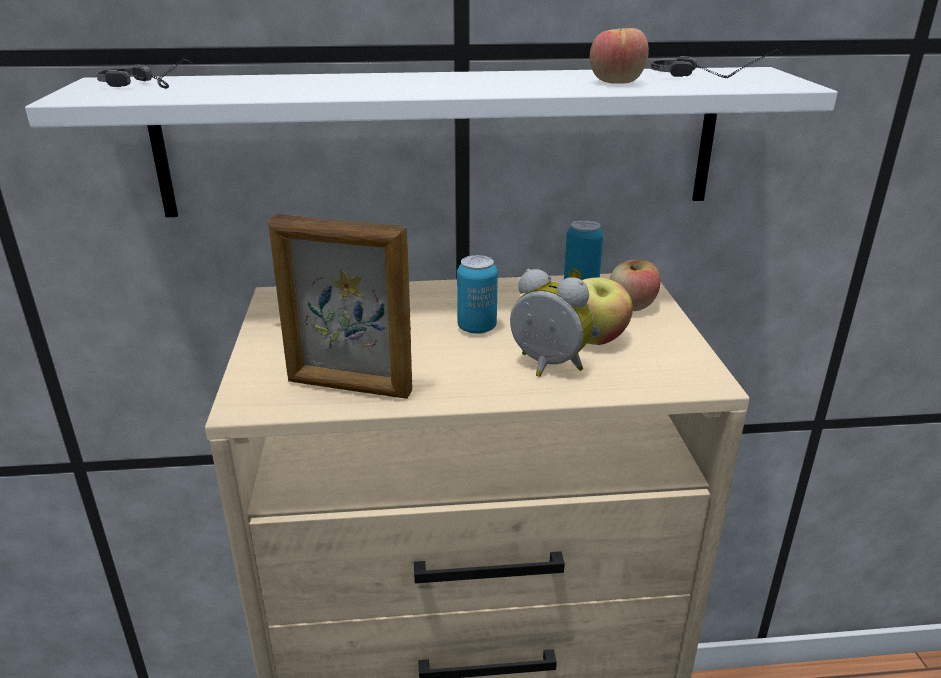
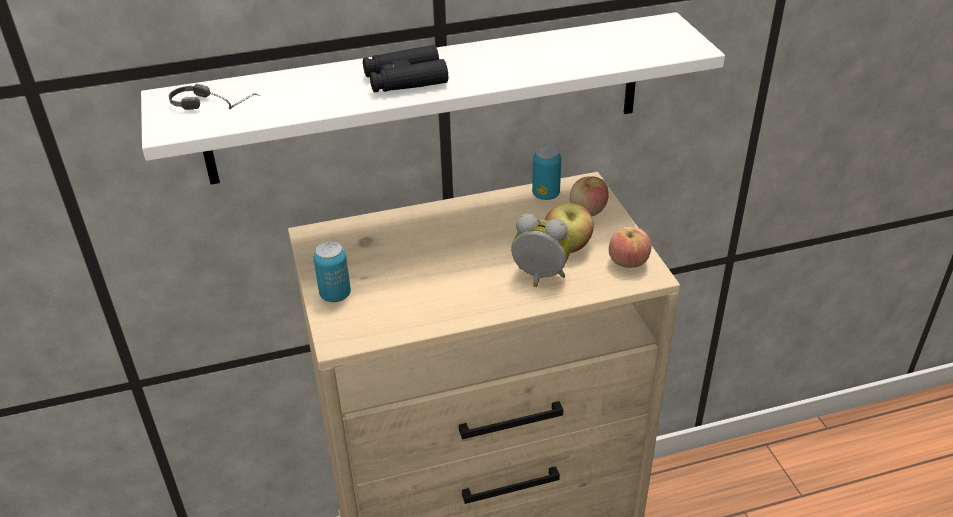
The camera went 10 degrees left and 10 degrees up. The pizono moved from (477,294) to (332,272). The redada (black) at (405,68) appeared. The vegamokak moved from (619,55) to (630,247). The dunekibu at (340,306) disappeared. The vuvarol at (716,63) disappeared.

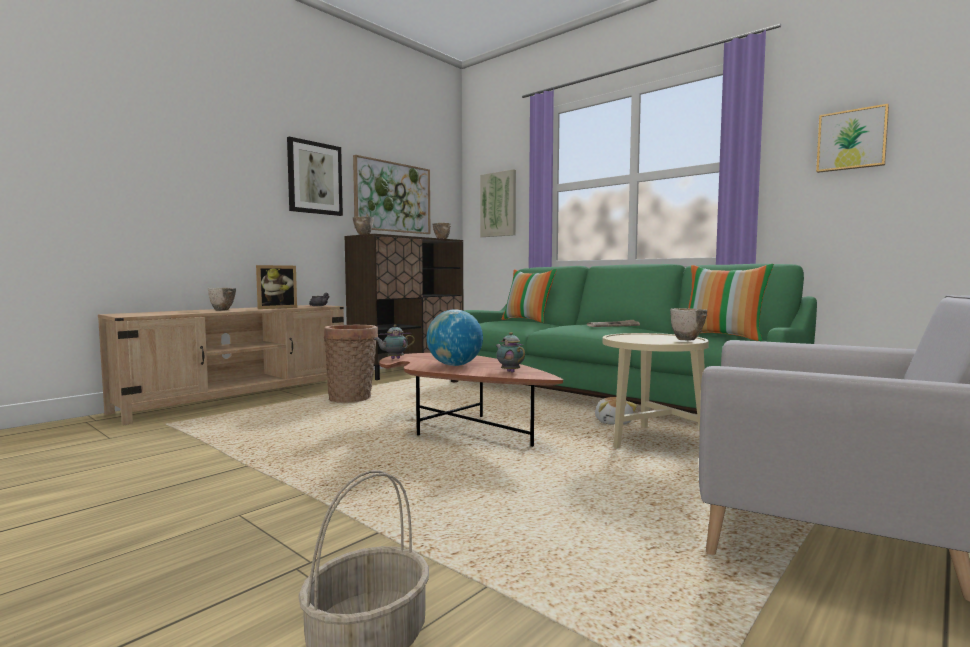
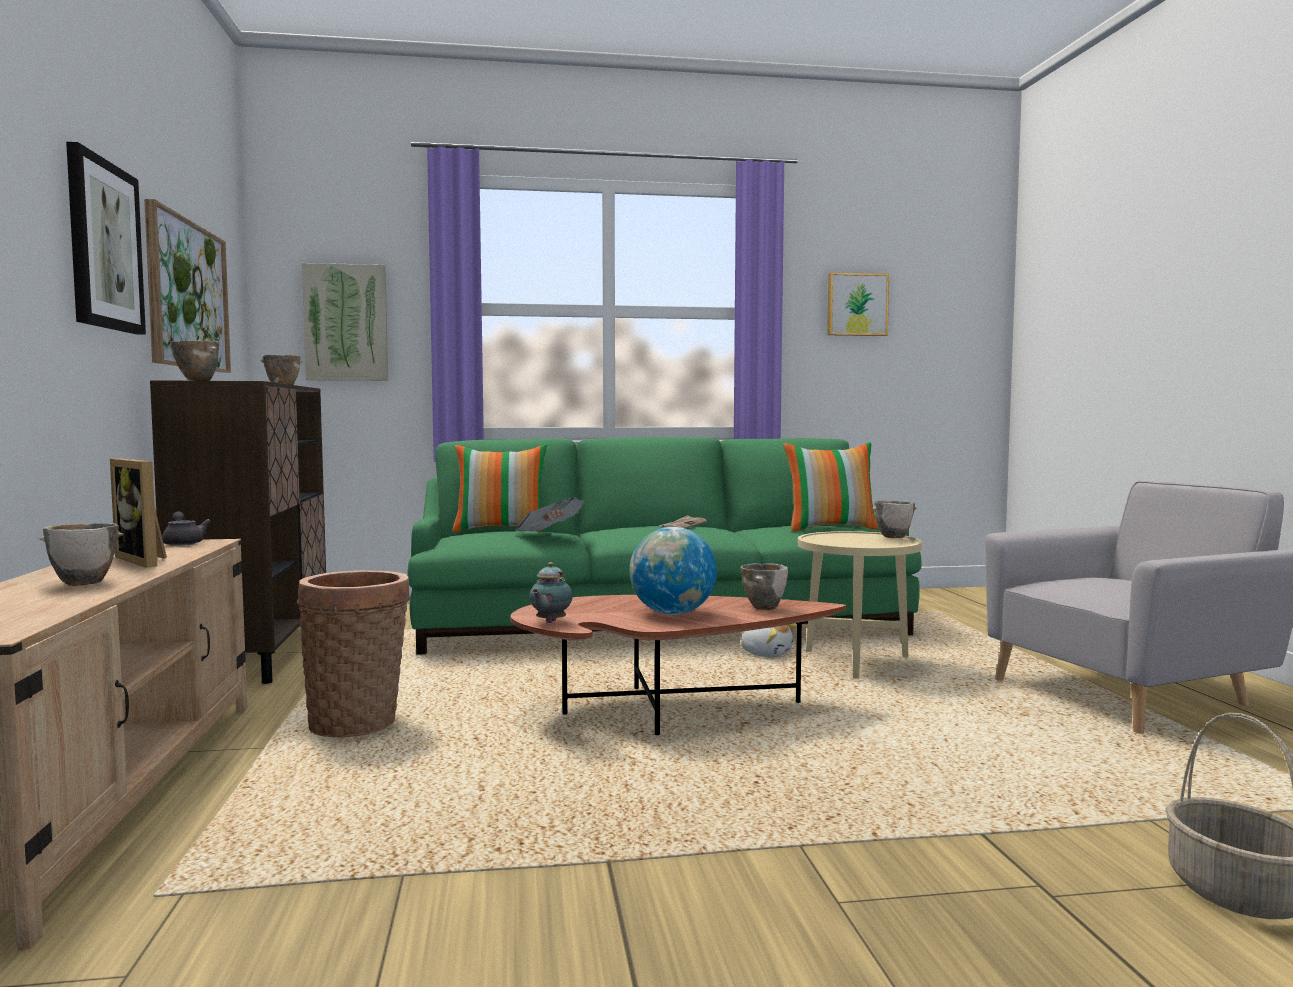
The camera went 50 degrees left and 0 degrees up. The dunekibu at (276,287) turned 135 degrees clockwise. The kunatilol at (550,515) appeared. The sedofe at (510,352) was replaced by the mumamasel at (764,586).

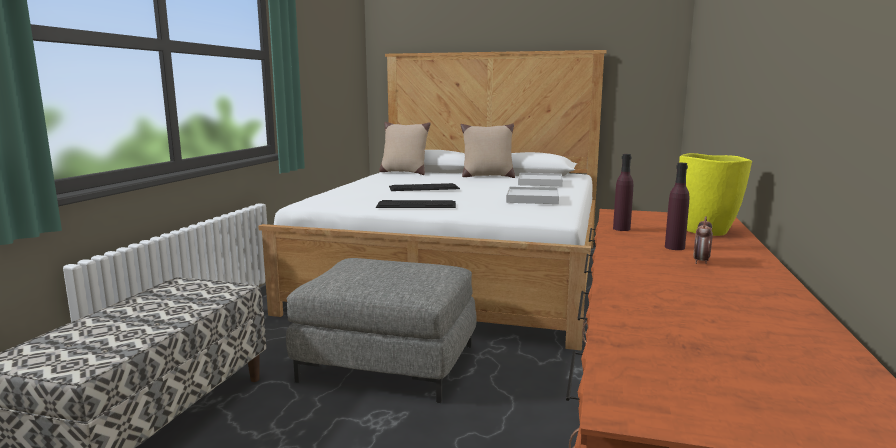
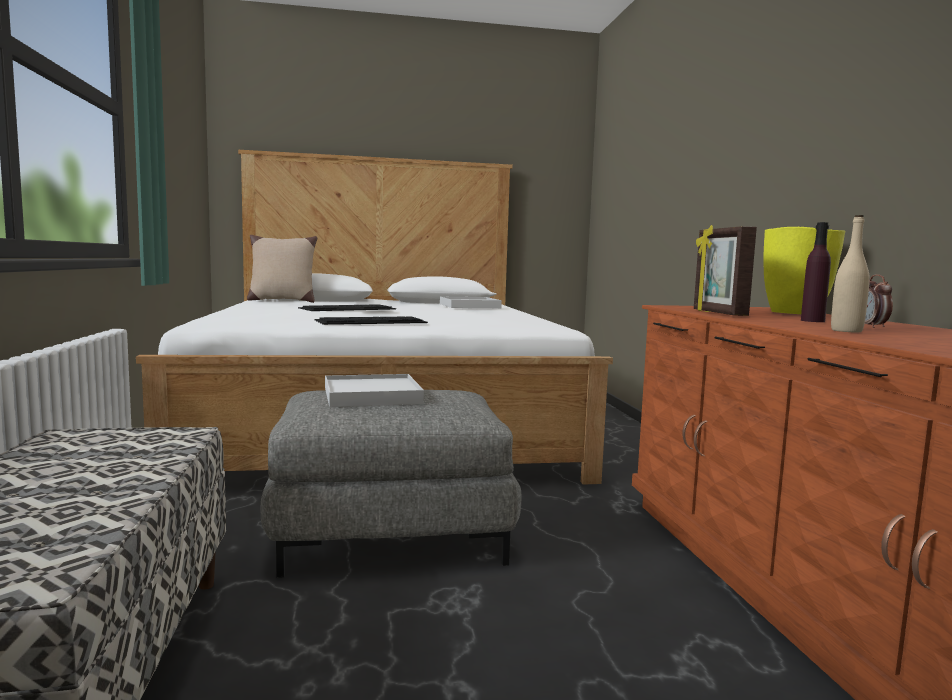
The camera went 25 degrees left and 5 degrees down. The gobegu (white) moved from (532,195) to (374,390). The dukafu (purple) at (623,192) was replaced by the dunekibu at (725,270). The dukafu (beige) at (850,273) appeared. The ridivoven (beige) at (488,151) disappeared.

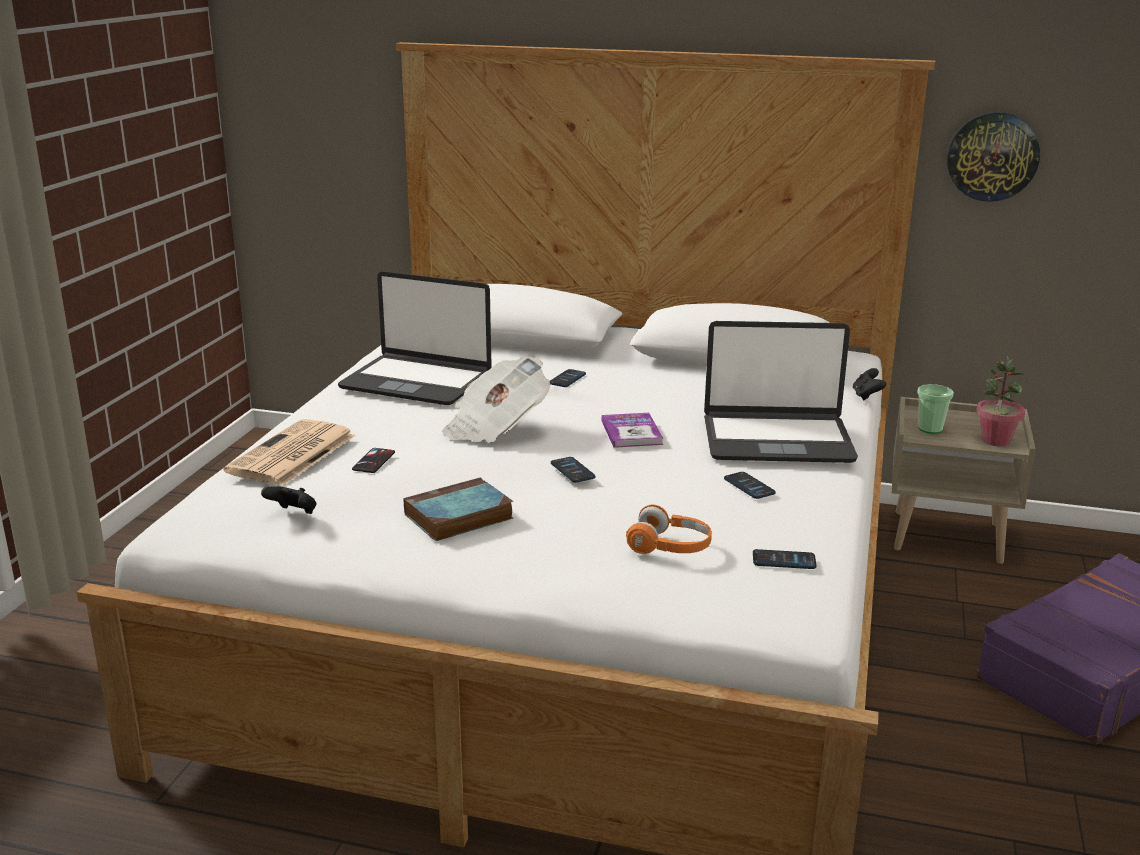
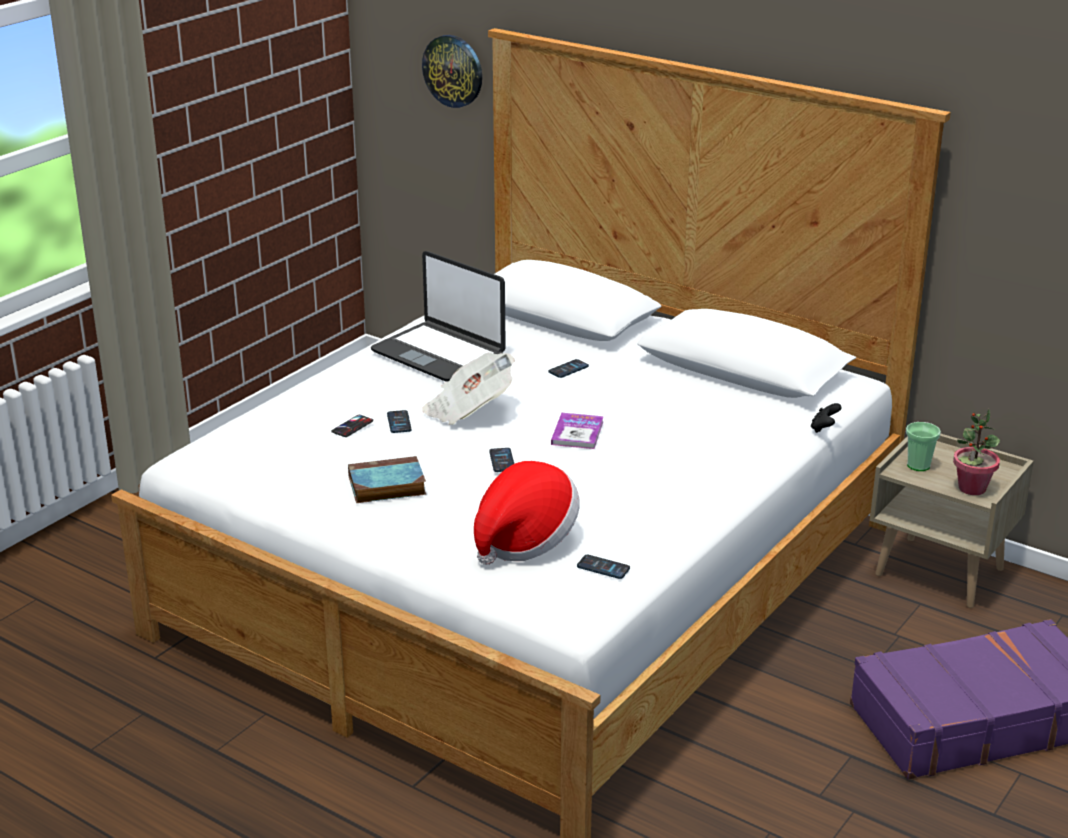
The camera went 20 degrees right and 5 degrees up. The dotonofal moved from (750,485) to (399,421). The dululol moved from (993,157) to (452,71). The vuvarol (orange) at (669,529) was replaced by the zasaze at (527,513). The kunatilol at (289,452) disappeared. The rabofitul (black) at (289,500) disappeared. The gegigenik at (781,392) disappeared.

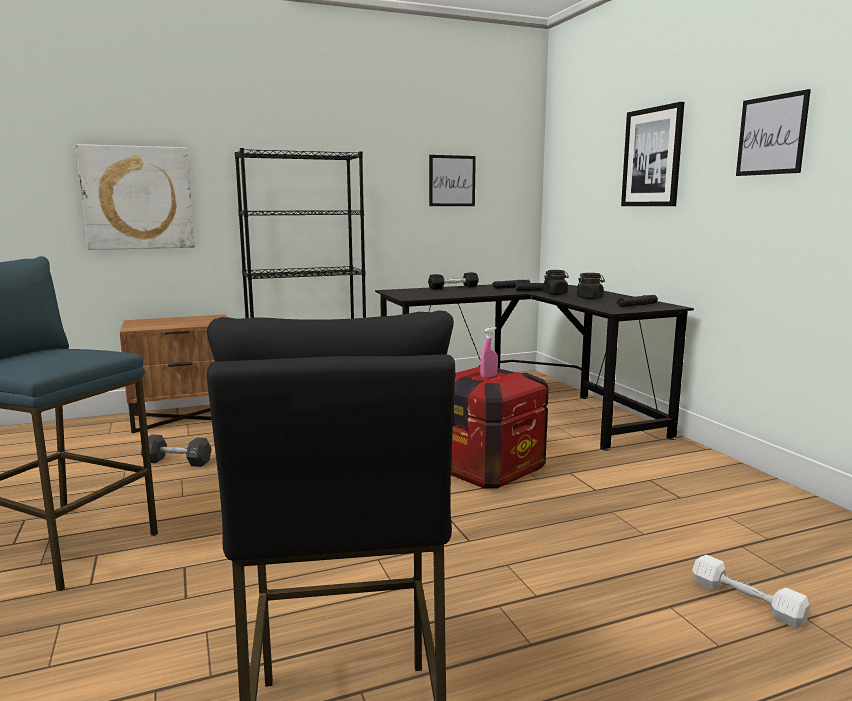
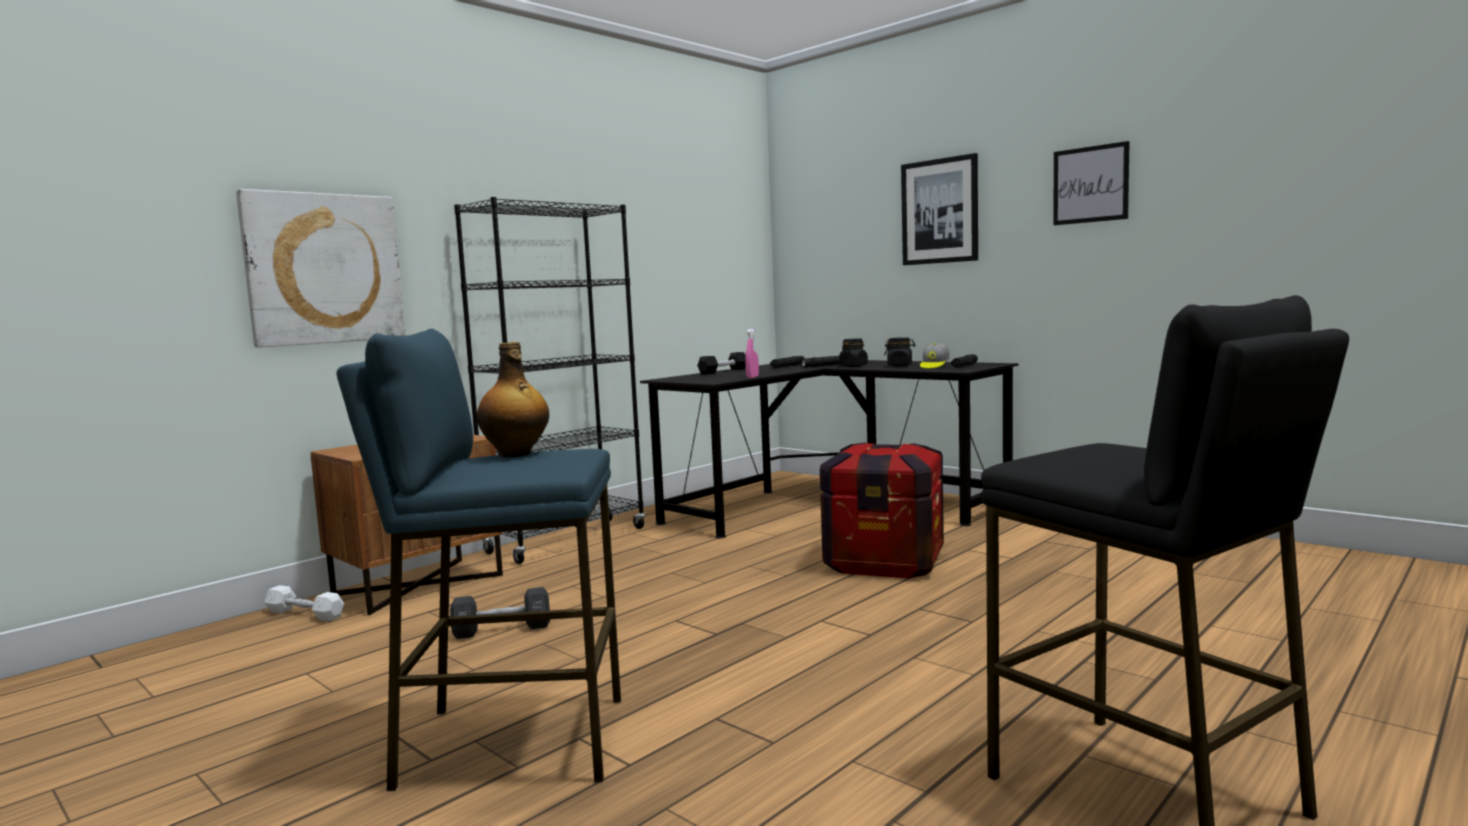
The camera went 25 degrees left and 5 degrees down. The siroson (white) moved from (751,591) to (304,603). The dukafu at (513,399) appeared. The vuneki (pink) moved from (489,352) to (752,353). The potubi at (935,356) appeared. The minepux at (452,180) disappeared.

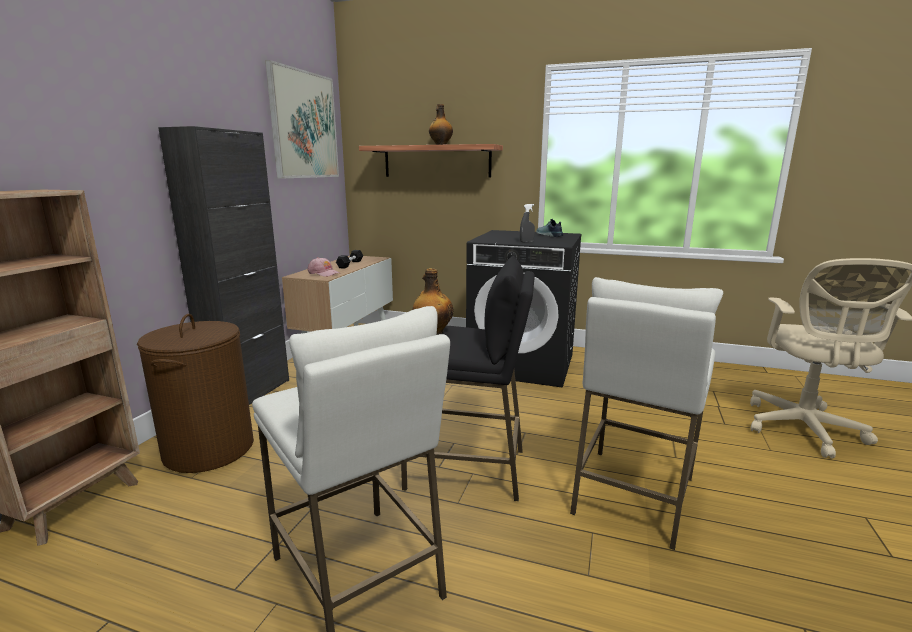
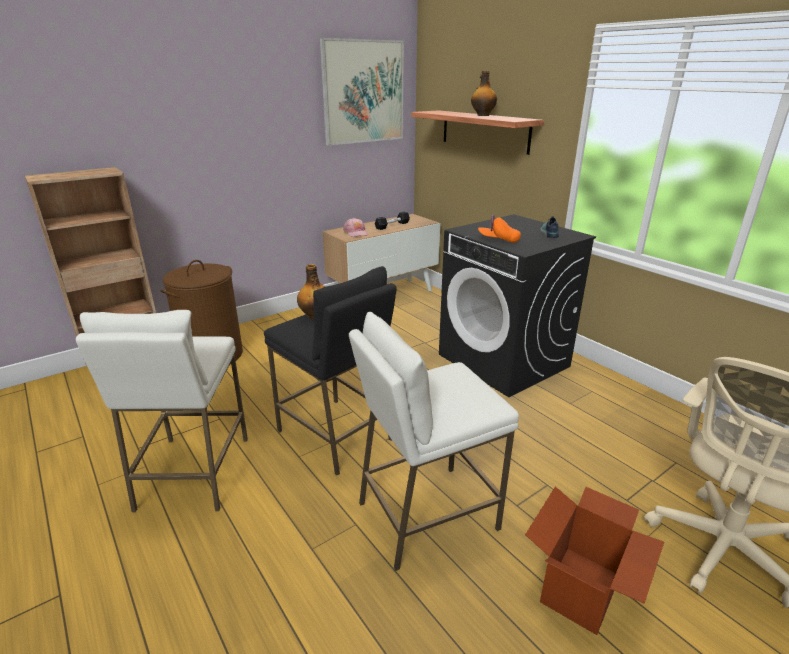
The camera went 35 degrees right and 10 degrees up. The vuneki (grey) at (527,223) was replaced by the potubi (orange) at (499,229). The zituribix at (594,561) appeared. The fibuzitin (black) at (223,265) disappeared.

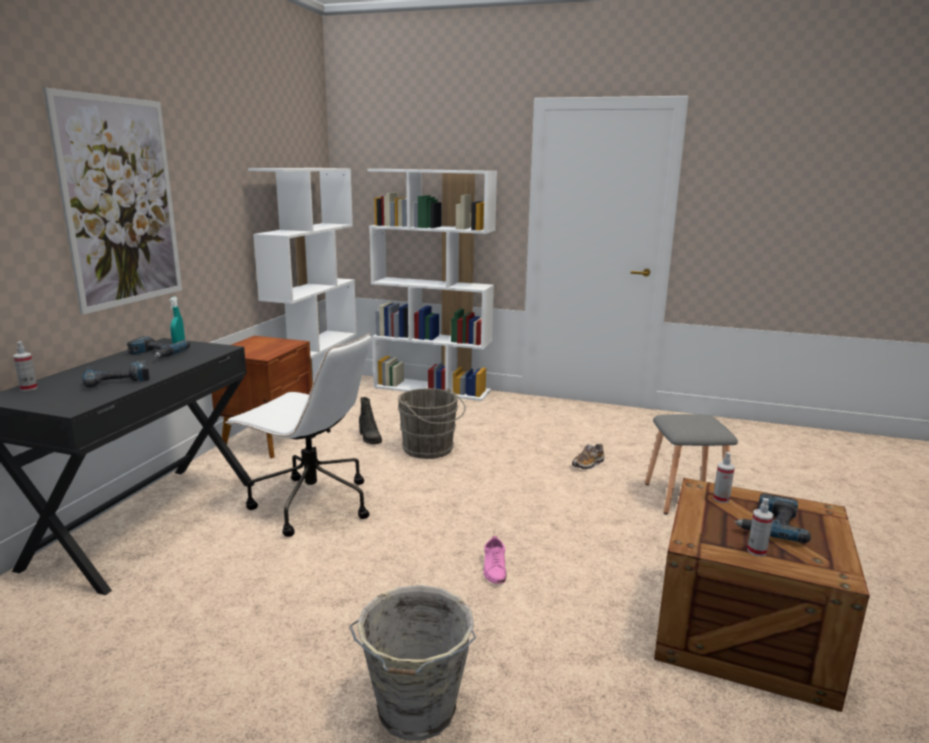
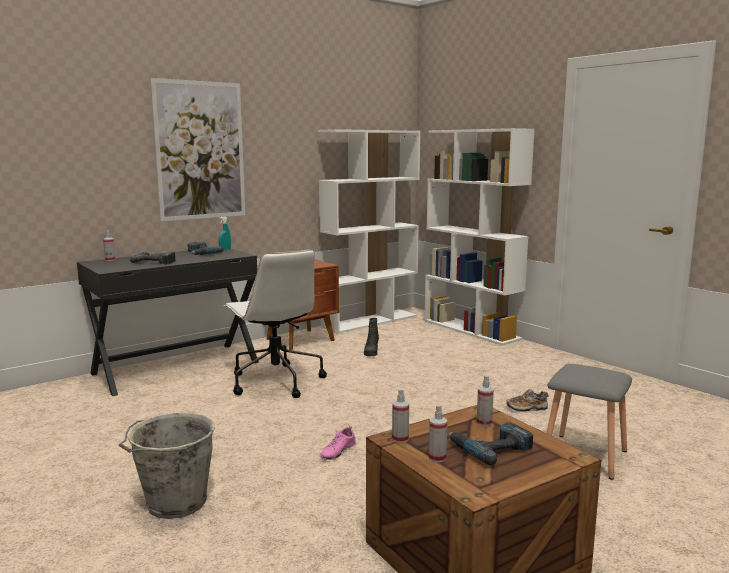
The camera went 35 degrees right and 5 degrees down. The vuneki at (400,416) appeared. The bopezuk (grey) at (432,423) disappeared.

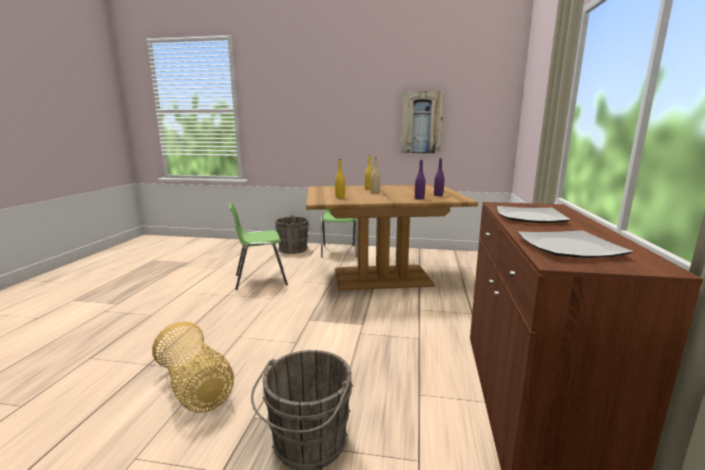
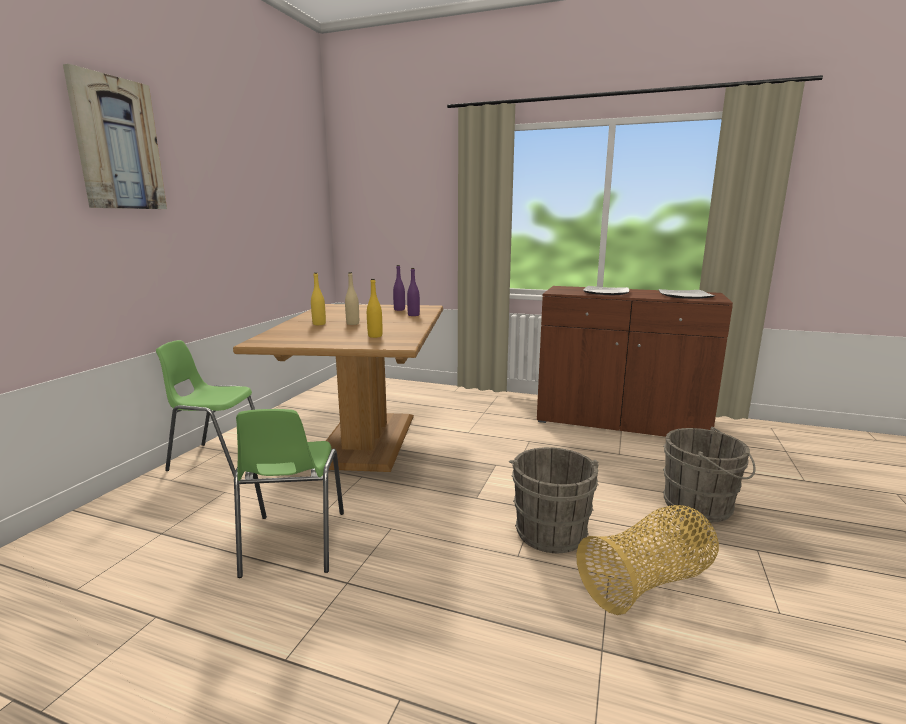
The camera went 80 degrees left and 0 degrees up. The minepux moved from (422,122) to (115,136). The bopezuk (grey) moved from (293,234) to (554,500).

